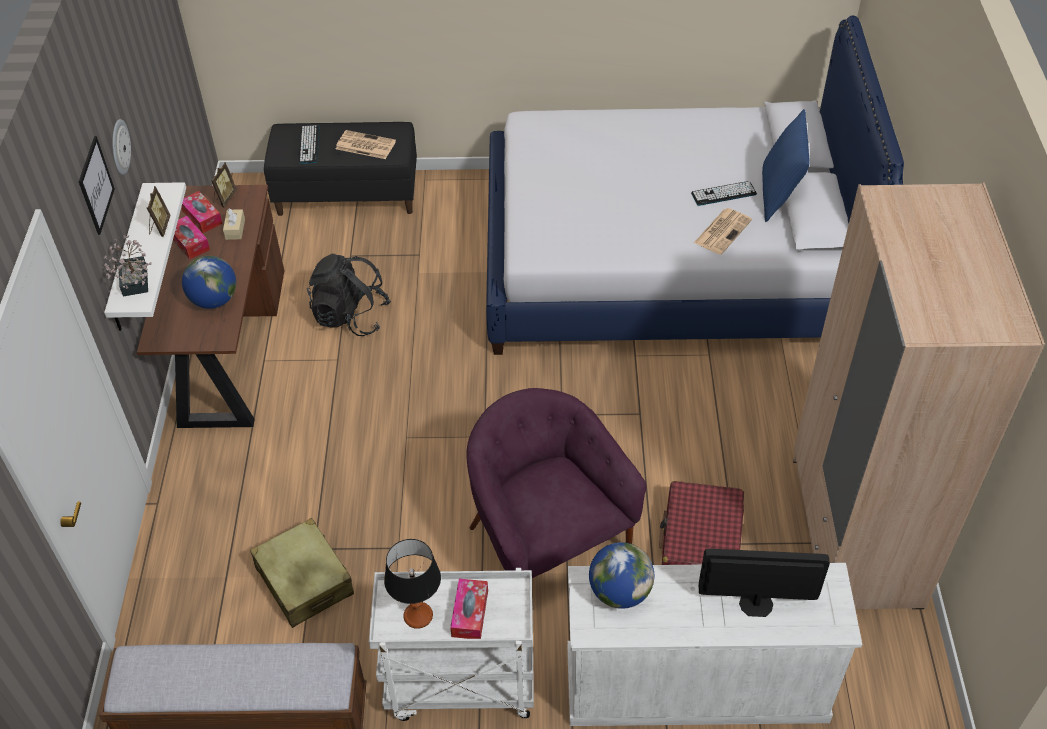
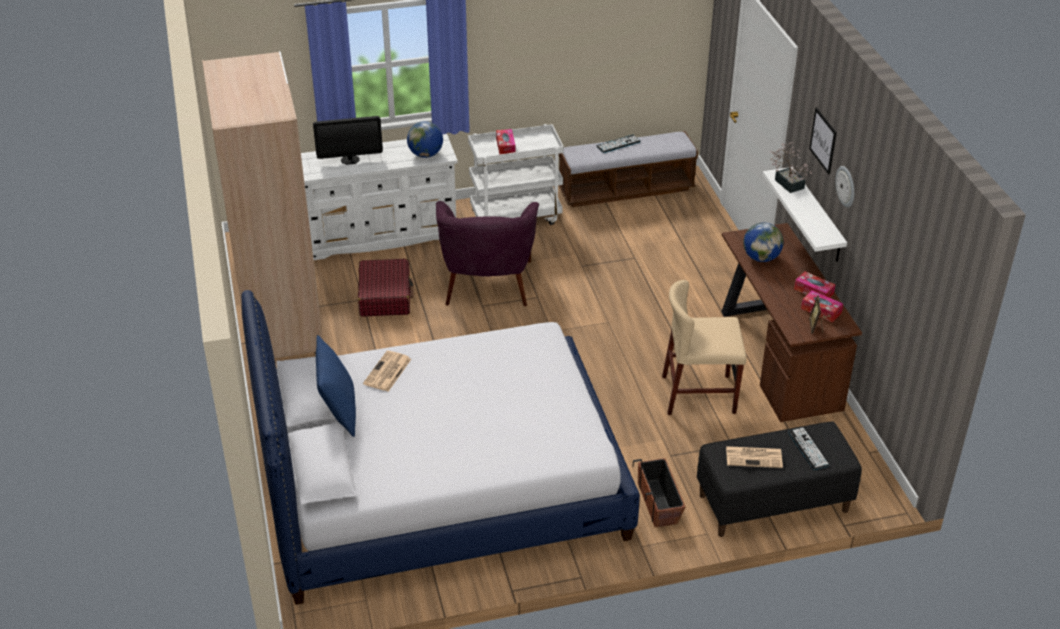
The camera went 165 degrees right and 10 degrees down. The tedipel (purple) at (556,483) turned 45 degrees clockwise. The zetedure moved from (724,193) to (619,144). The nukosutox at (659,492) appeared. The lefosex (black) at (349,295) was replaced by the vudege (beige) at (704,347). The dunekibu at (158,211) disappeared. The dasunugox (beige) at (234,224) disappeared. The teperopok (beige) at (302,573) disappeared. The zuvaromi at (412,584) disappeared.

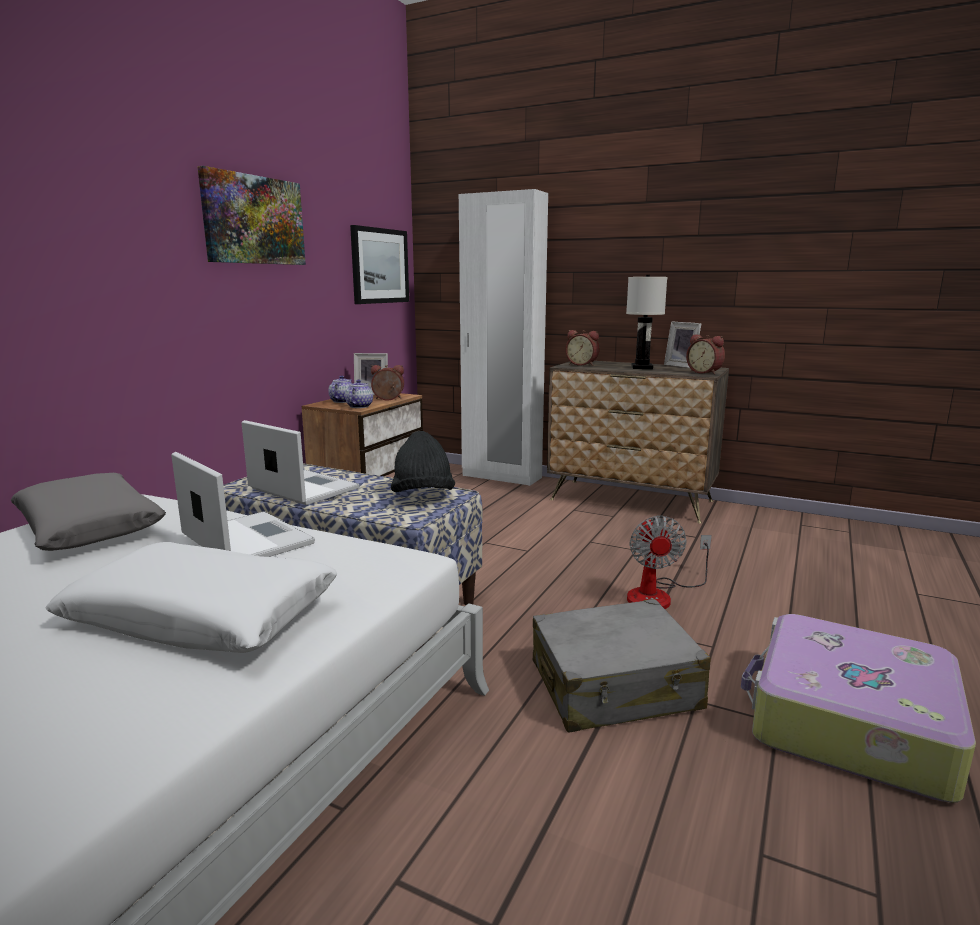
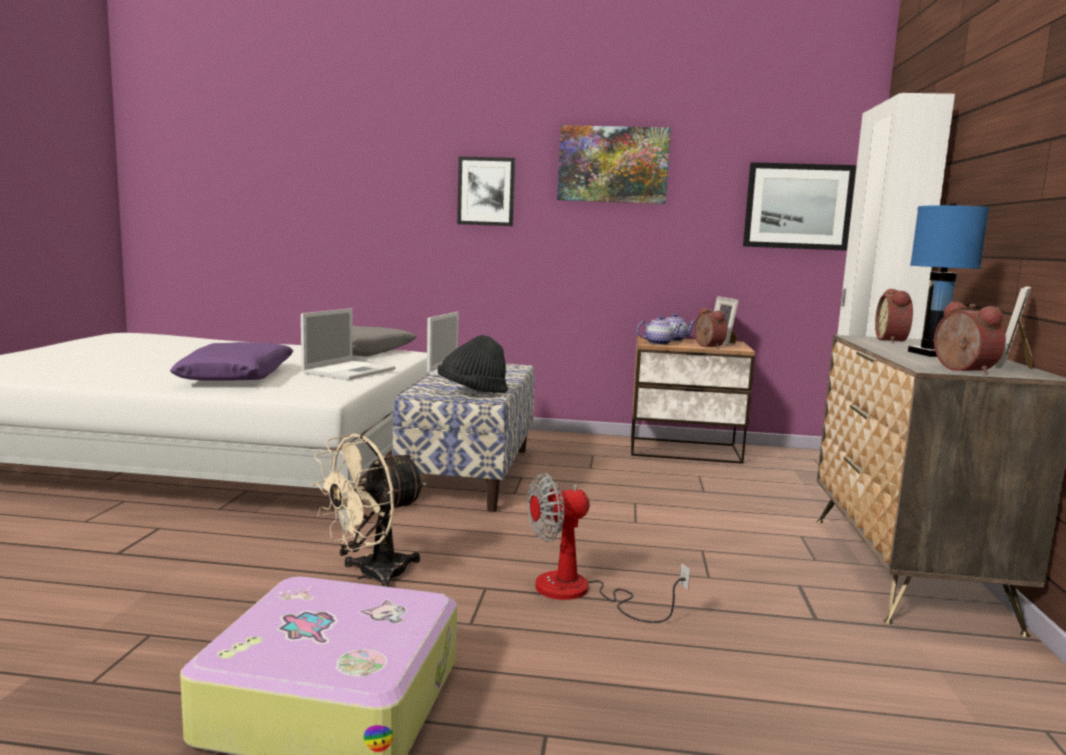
The camera went 70 degrees right and 5 degrees down. The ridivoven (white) at (191,597) became the ridivoven (purple) at (232,361). The teperopok (grey) at (622,666) was replaced by the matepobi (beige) at (368,510). The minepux at (486,191) appeared. The zuvaromi (white) at (646,322) became the zuvaromi (blue) at (948,280). The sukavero at (705,354) turned 135 degrees clockwise.

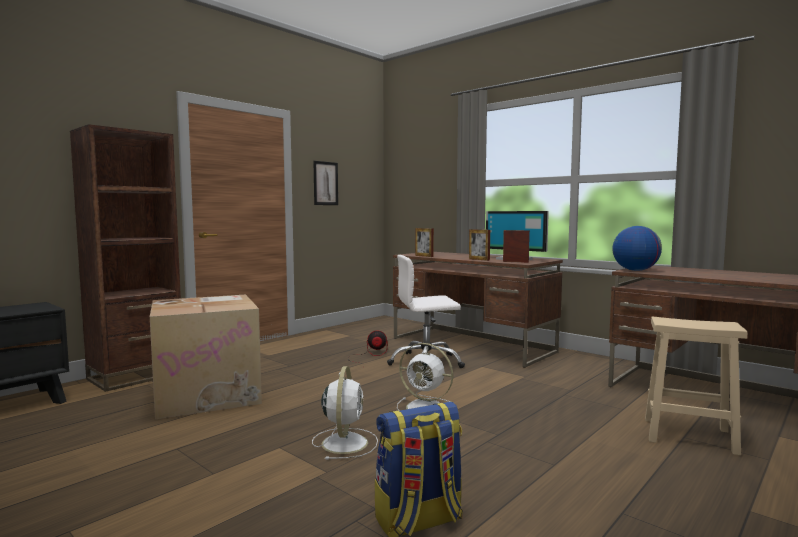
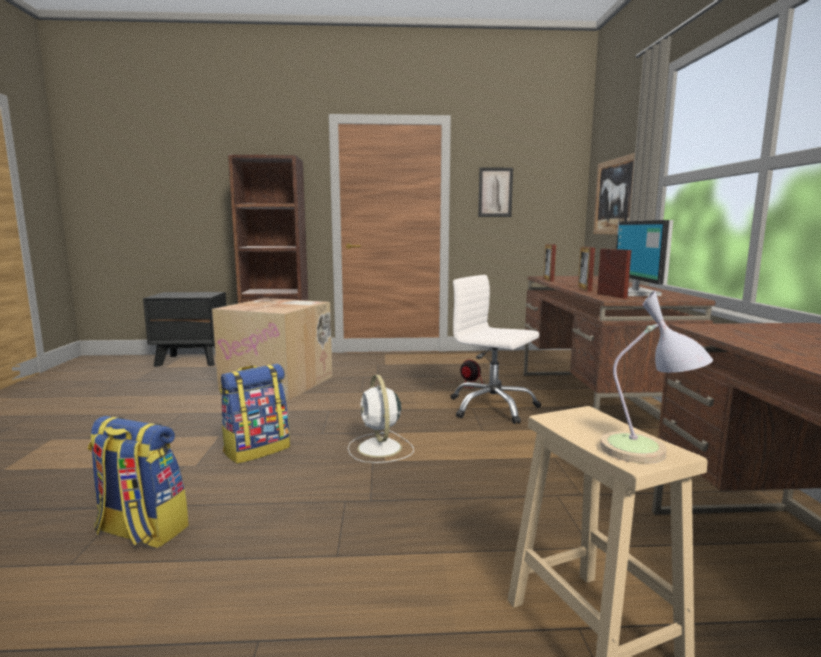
The camera went 45 degrees right and 5 degrees up. The matepobi (white) at (345,413) was replaced by the lefosex at (255,414). The minepux at (614,194) appeared. The zuvaromi at (656,377) appeared. The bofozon at (637,248) disappeared.

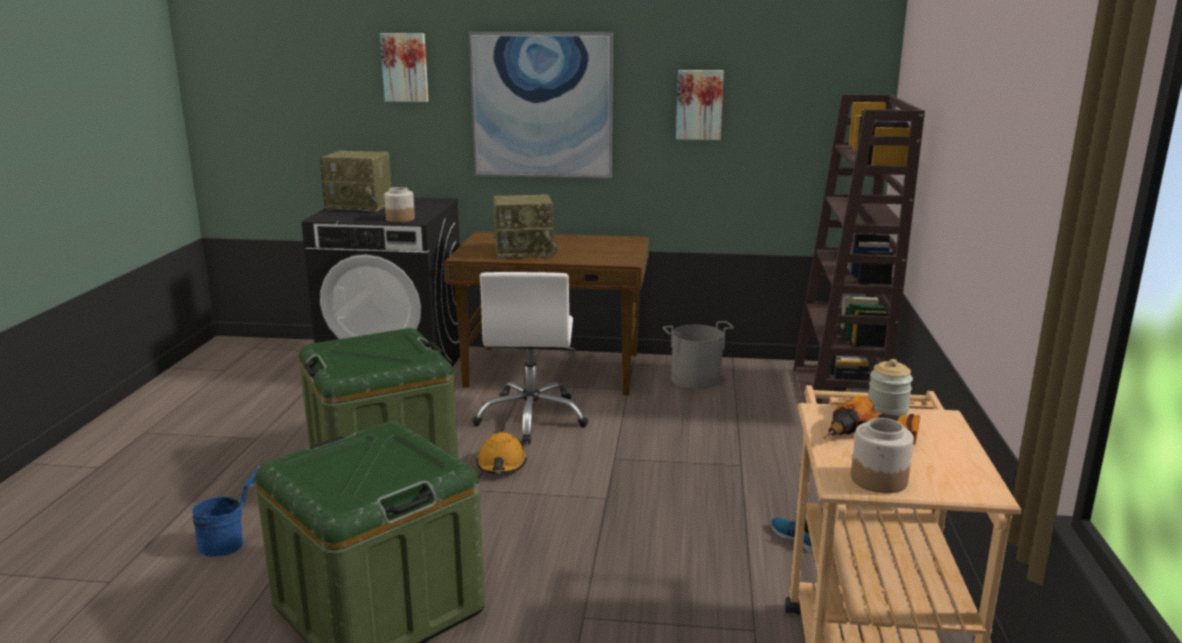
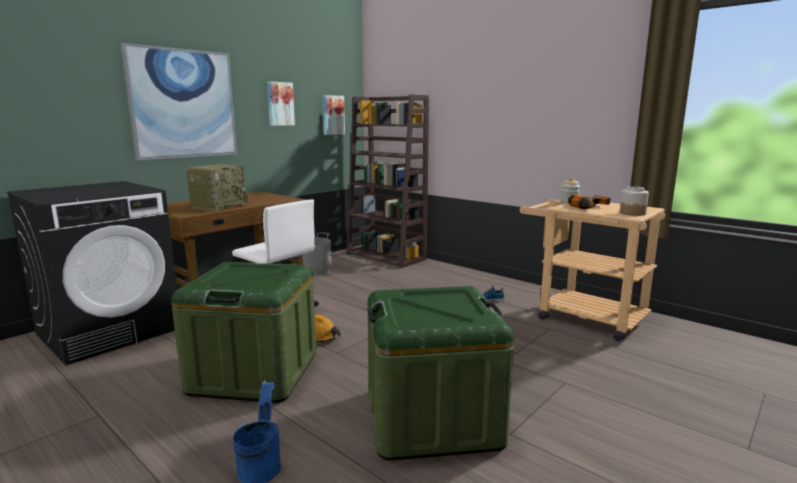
The camera went 55 degrees left and 5 degrees down. The minepux moved from (404,67) to (333,115). The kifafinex at (355,181) disappeared. The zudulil at (399,204) disappeared.

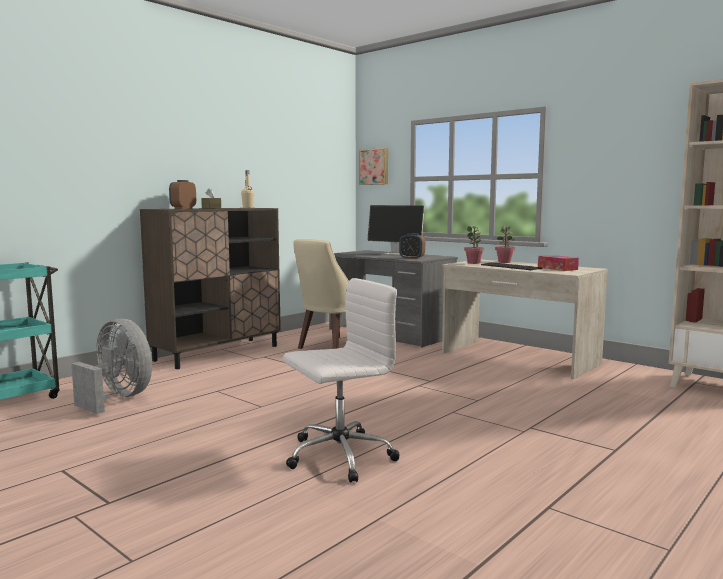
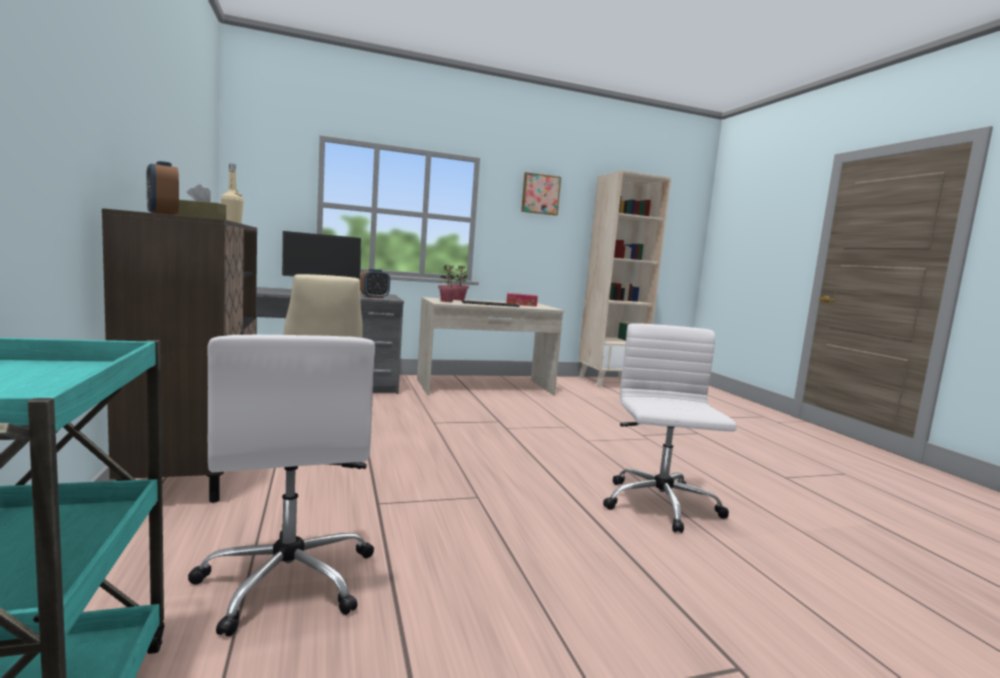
The camera went 60 degrees left and 0 degrees up. The matepobi (grey) at (111,366) was replaced by the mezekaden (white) at (281,486). The minepux moved from (373,166) to (541,194).

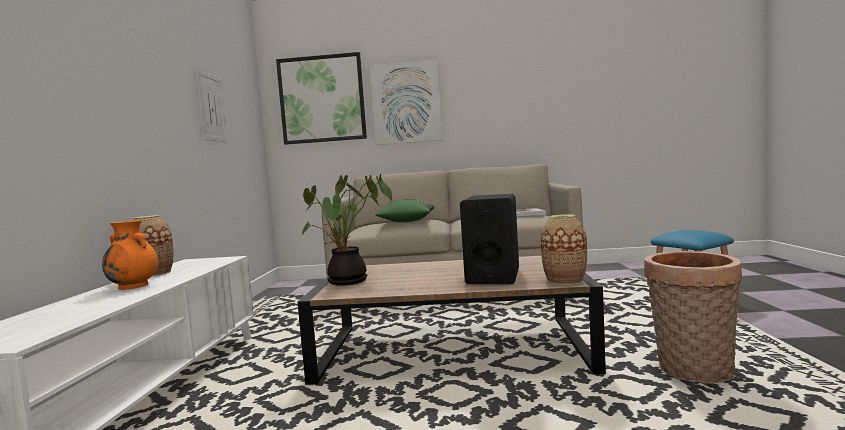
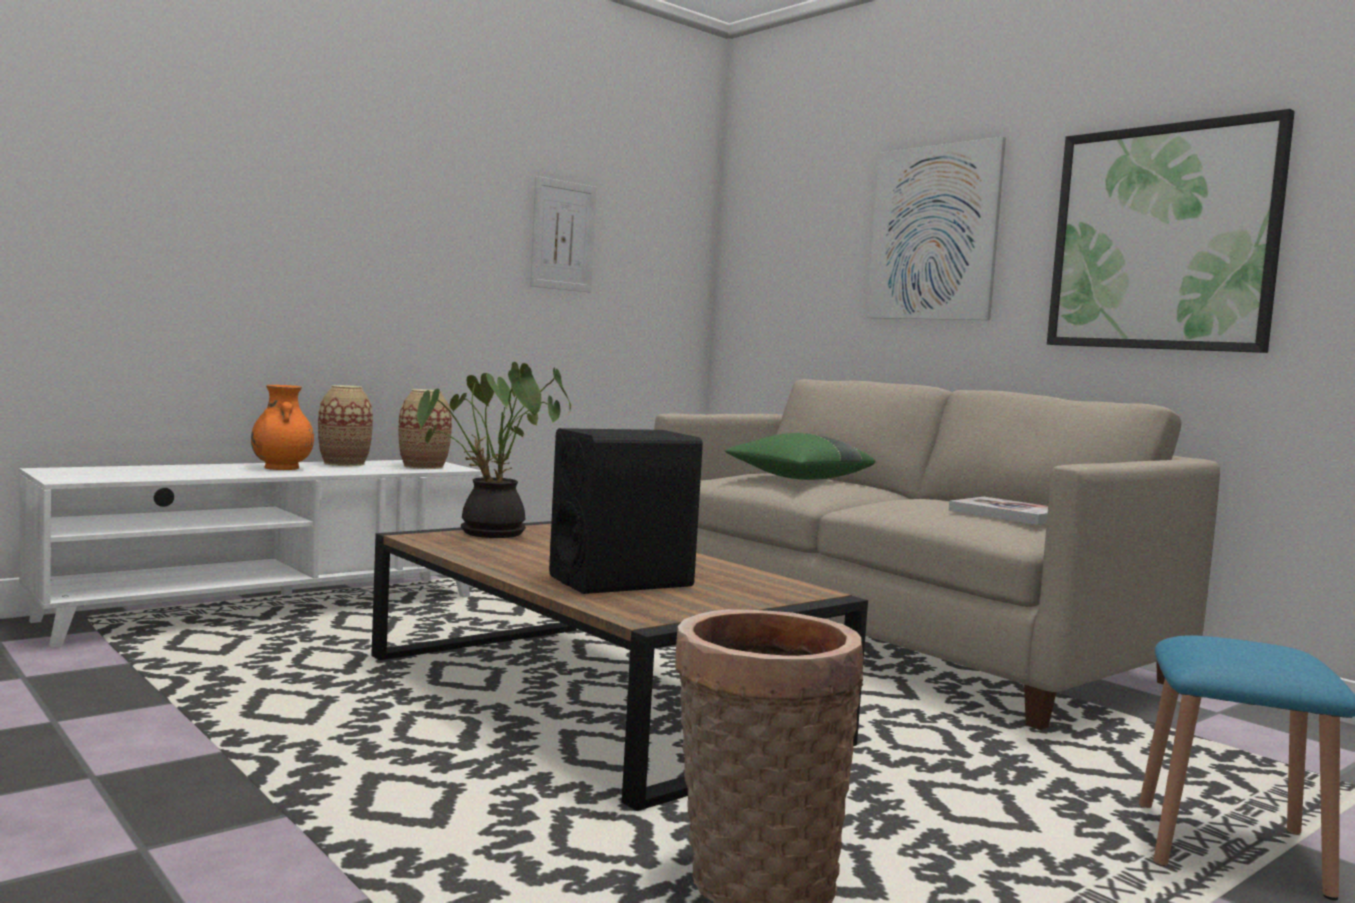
The camera went 45 degrees right and 0 degrees up. The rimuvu moved from (564,249) to (425,429). The minepux moved from (321,98) to (1171,231).

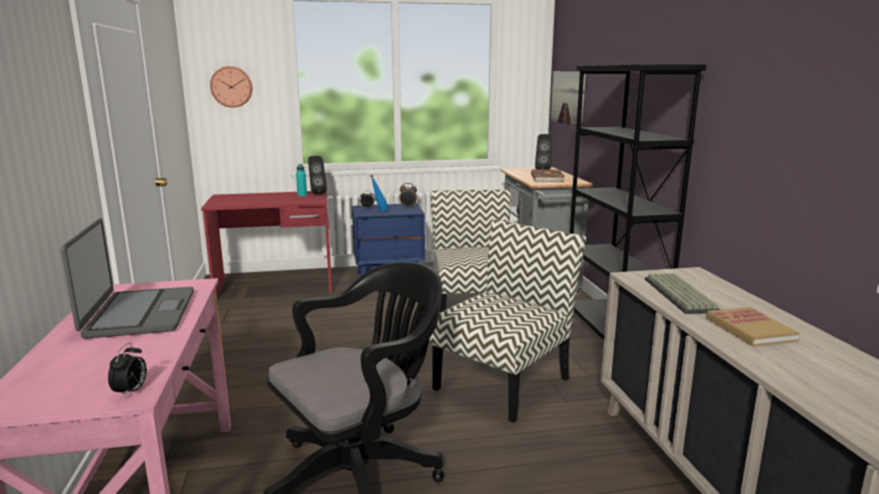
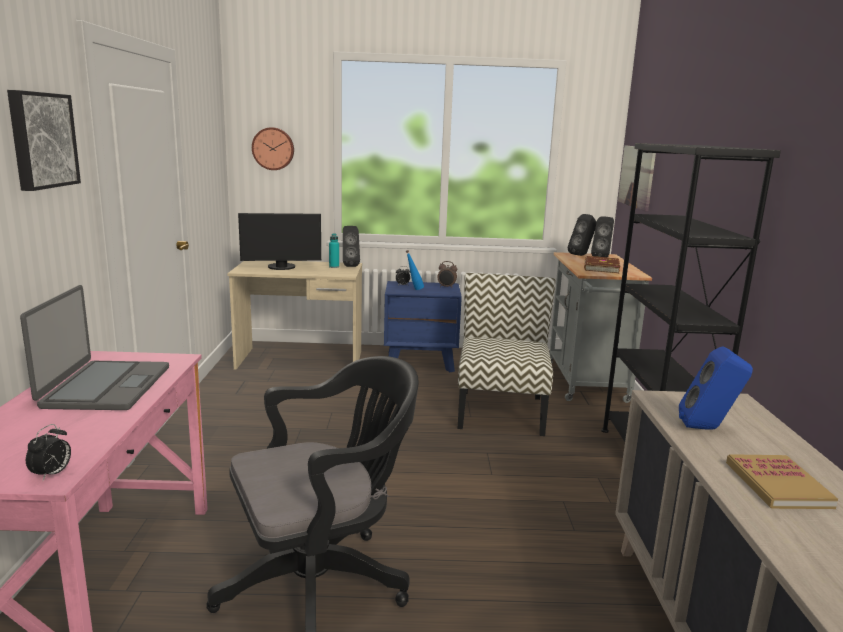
The camera went 10 degrees right and 0 degrees up. The minepux at (44,140) appeared. The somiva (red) at (266,244) became the somiva (beige) at (294,315). The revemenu at (279,241) appeared. The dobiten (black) at (582,235) appeared. The zetedure at (682,293) was replaced by the dobiten (blue) at (716,388). The vudege at (508,321) disappeared.

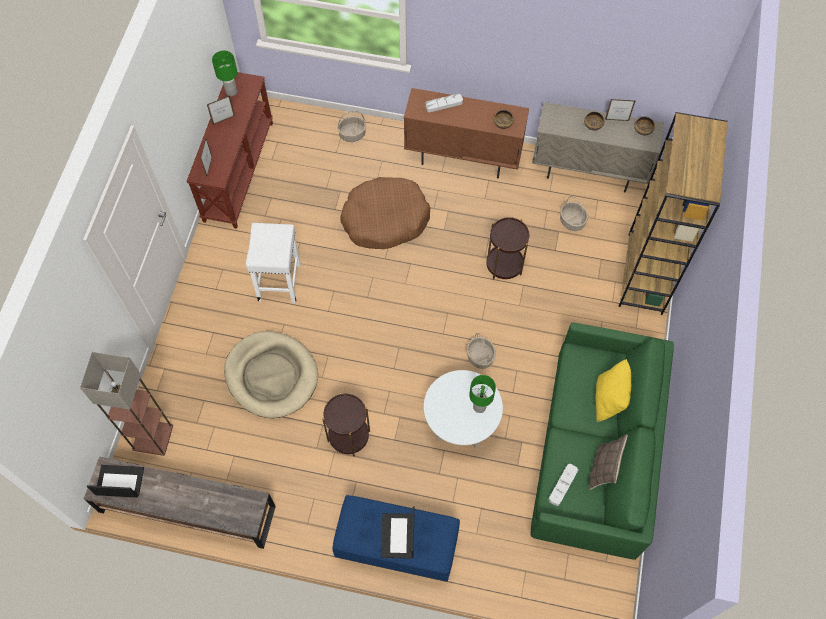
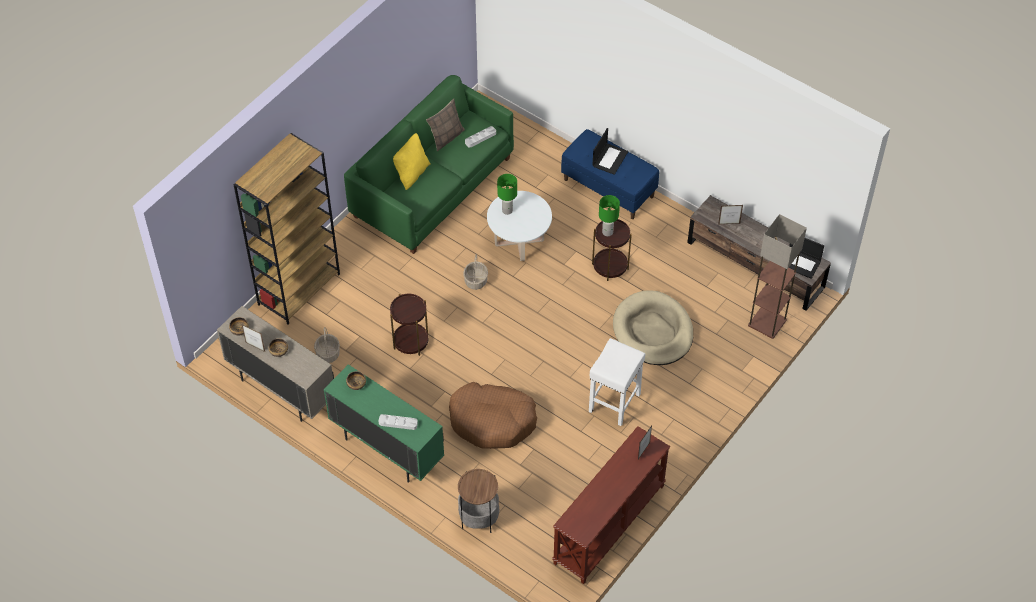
The camera went 155 degrees left and 10 degrees down. The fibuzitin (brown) at (466,133) became the fibuzitin (green) at (384,423). The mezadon at (351,126) was replaced by the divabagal at (478,501). The zuvaromi (green) moved from (224,73) to (609,215). The dunekibu moved from (221,110) to (730,215).

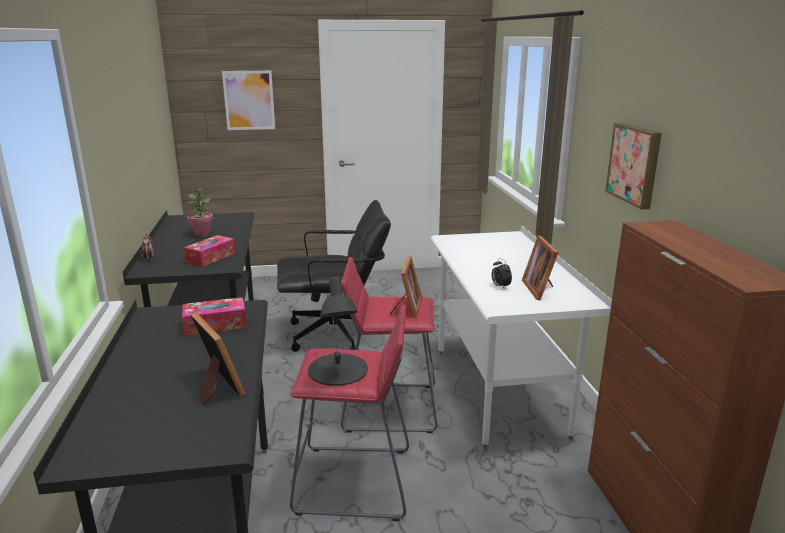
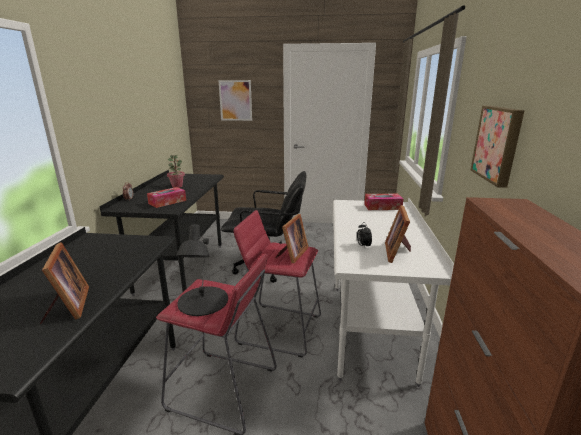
The camera went 15 degrees right and 0 degrees up. The dasunugox moved from (214,316) to (383,202).

